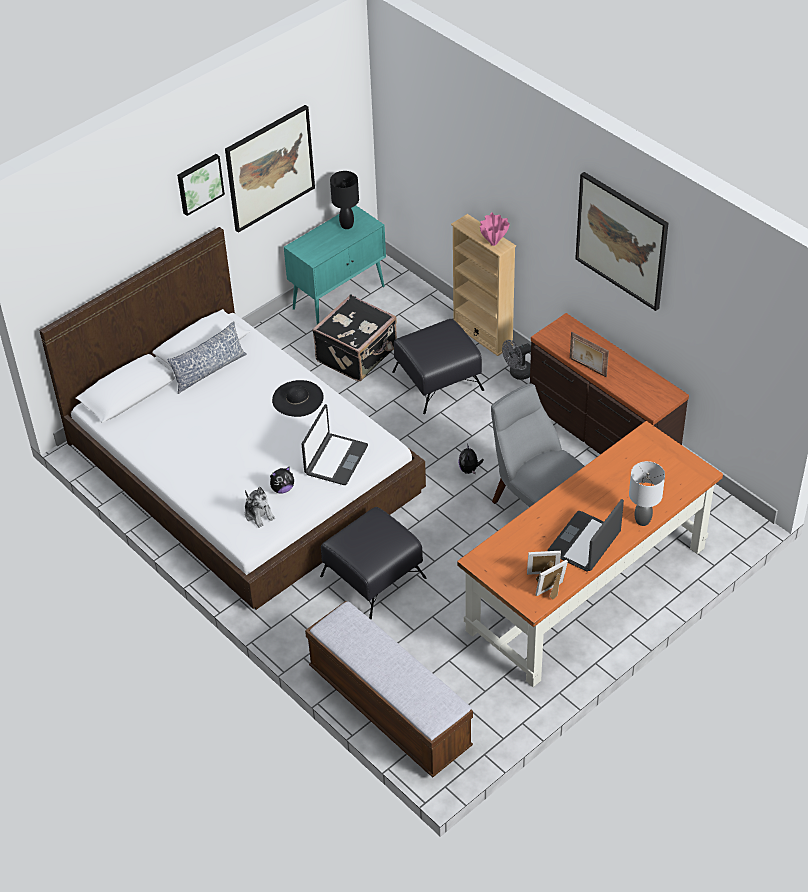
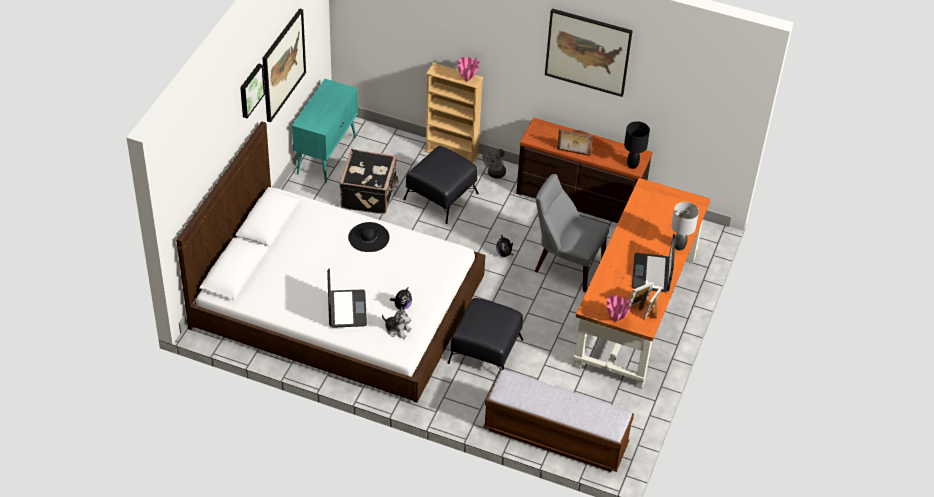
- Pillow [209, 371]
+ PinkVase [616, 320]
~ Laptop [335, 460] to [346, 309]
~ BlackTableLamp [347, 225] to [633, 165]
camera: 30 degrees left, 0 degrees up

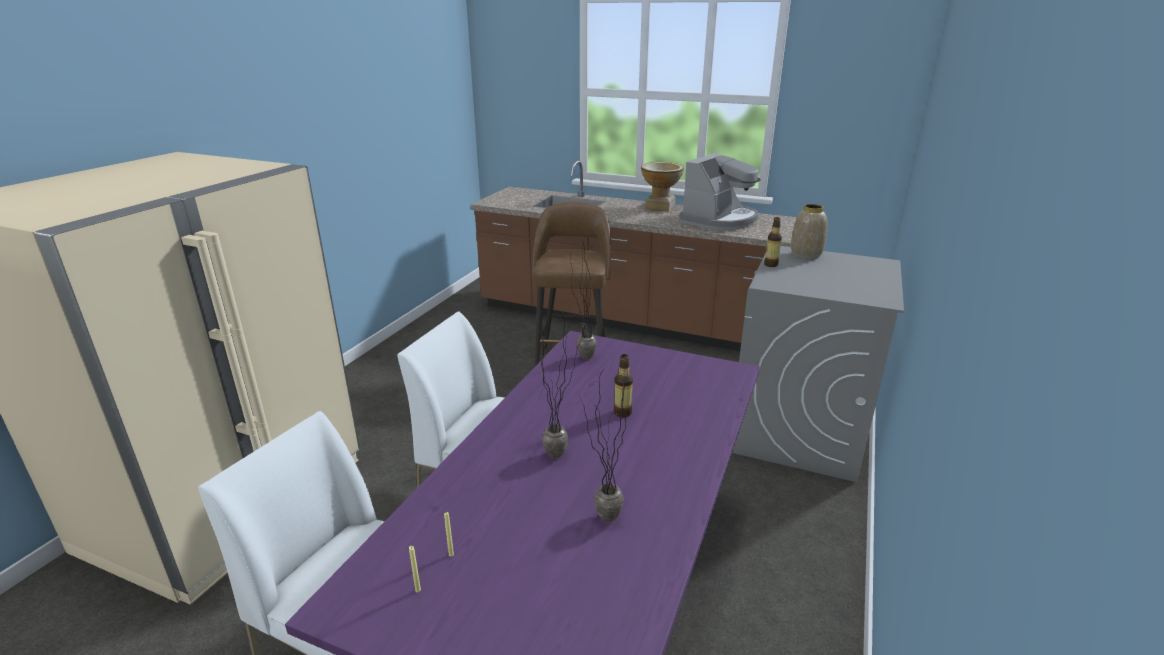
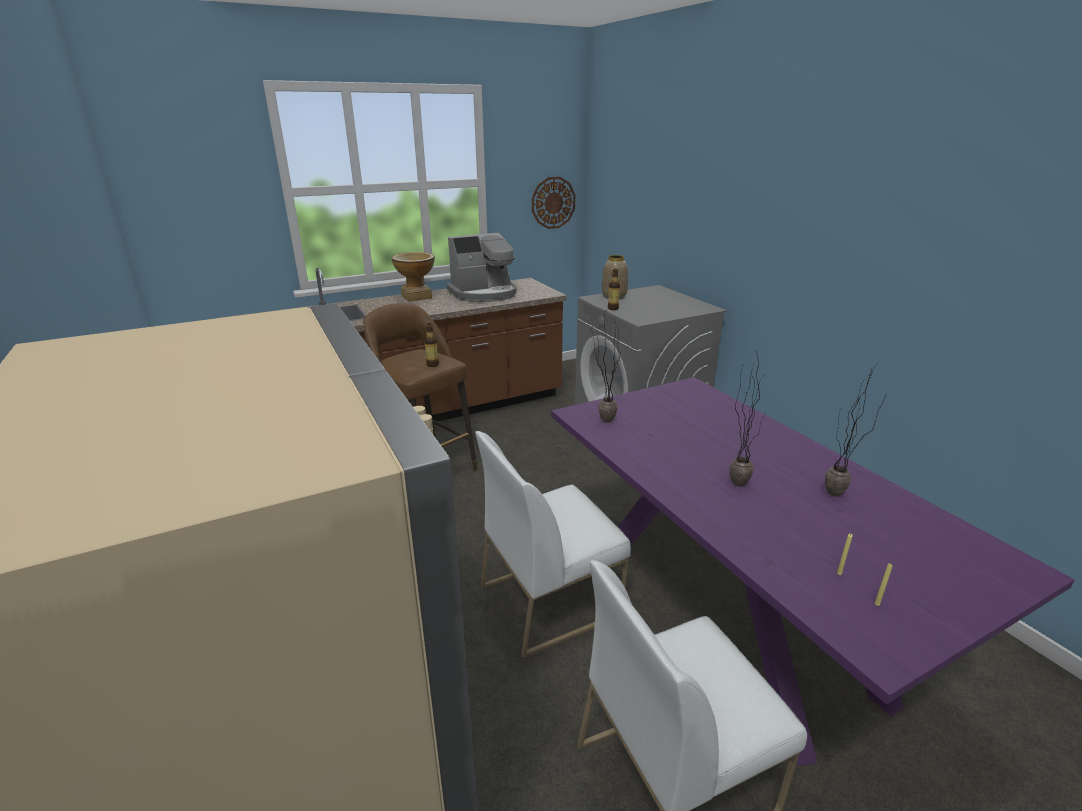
+ WallClock [553, 203]
~ Bottle [622, 412] to [432, 365]
~ CoffeeMachine [720, 220] = [484, 294] 75 degrees clockwise
camera: 50 degrees left, 0 degrees up

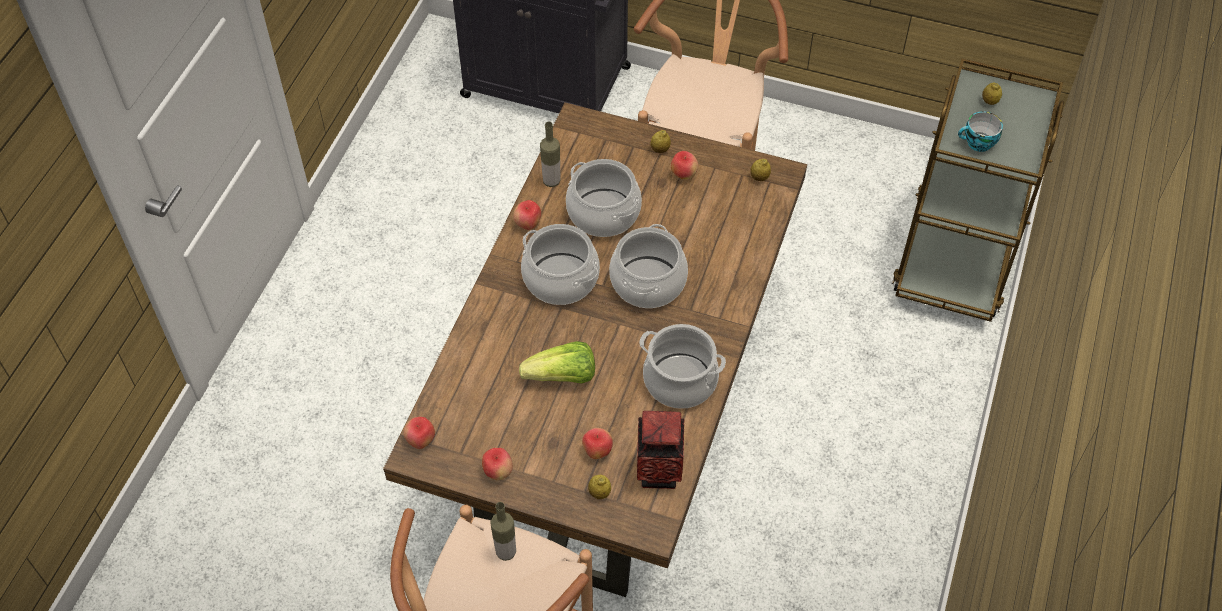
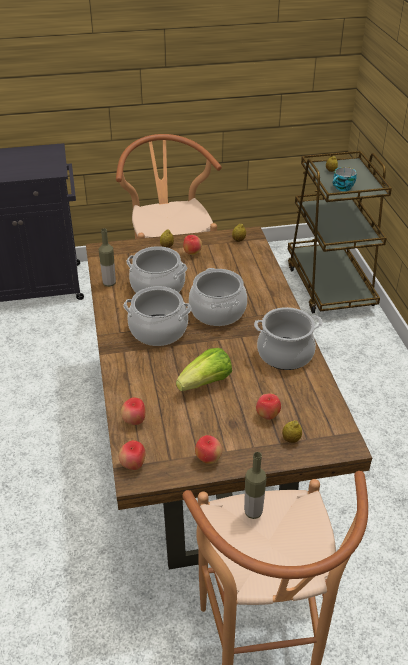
- Vase [658, 473]
~ Apple [528, 224] to [134, 421]
camera: 30 degrees left, 15 degrees down

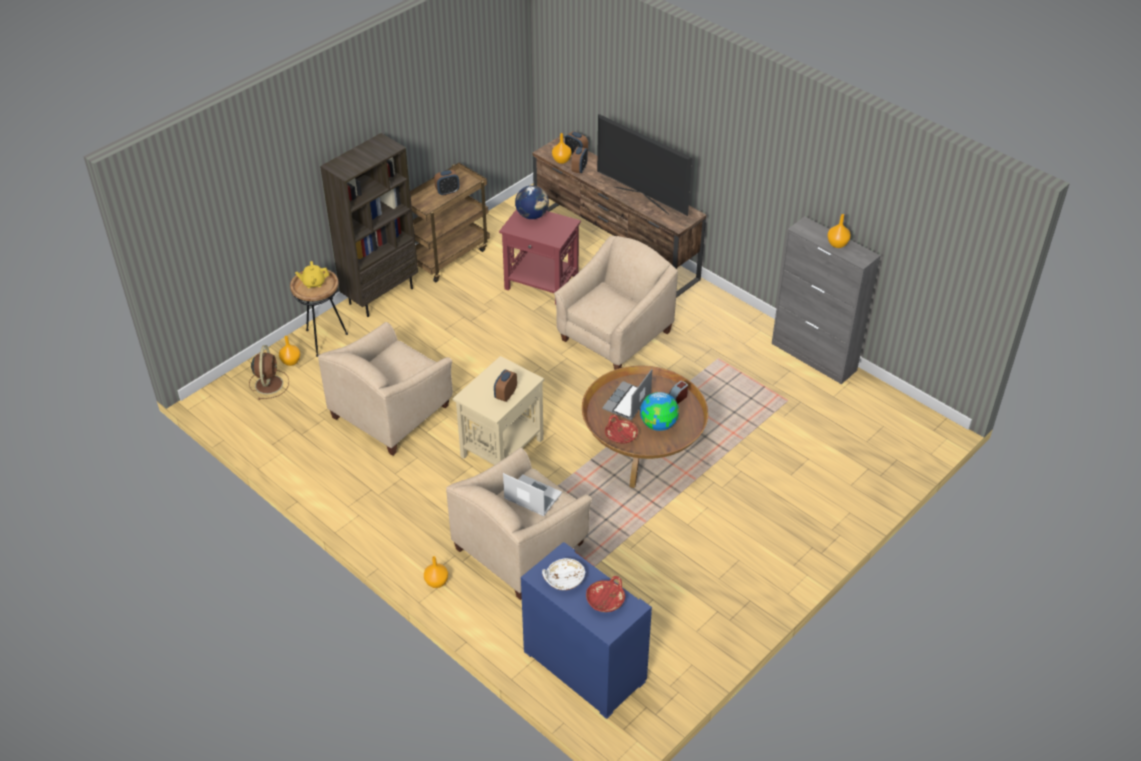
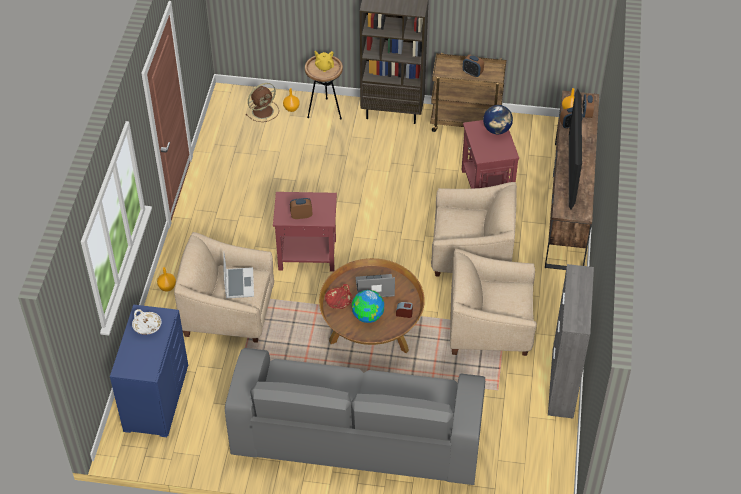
- RedBowl [606, 600]
- OrangeVase [837, 244]
+ GreySofa [357, 436]
~ BeigeArmchair [391, 412] to [489, 327]
~ BeigeSideTable [501, 447] to RedSideTable [307, 254]
camera: 55 degrees right, 5 degrees up

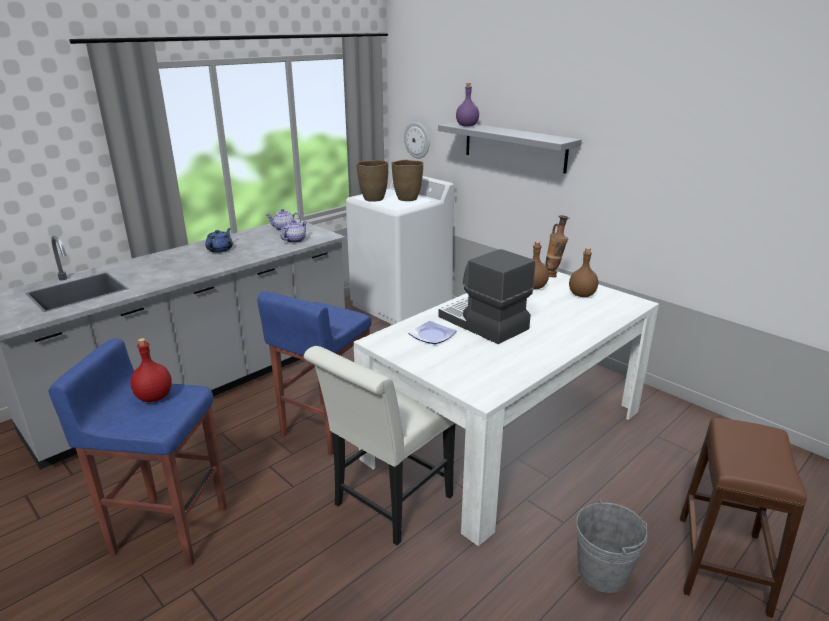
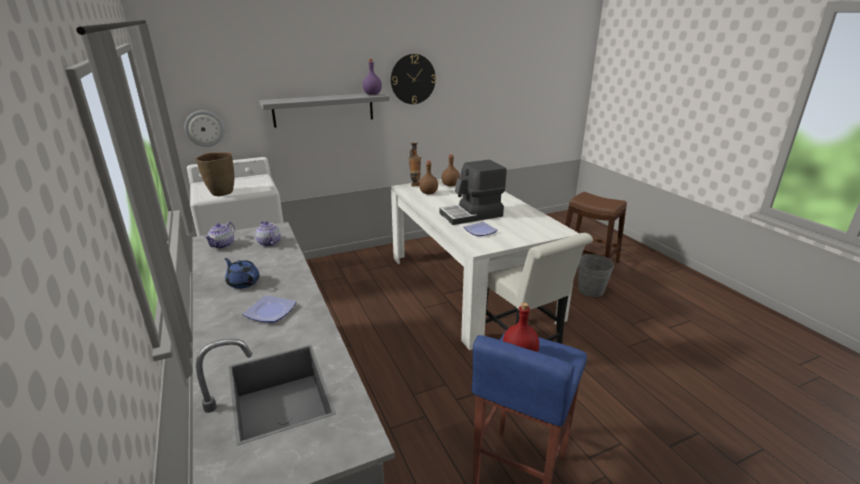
- BlueStool [325, 427]
- BrownVase [407, 199]
+ Plate [270, 311]
+ WallClock [413, 79]
~ PurpleBottle [467, 126] to [372, 94]
camera: 70 degrees left, 0 degrees up

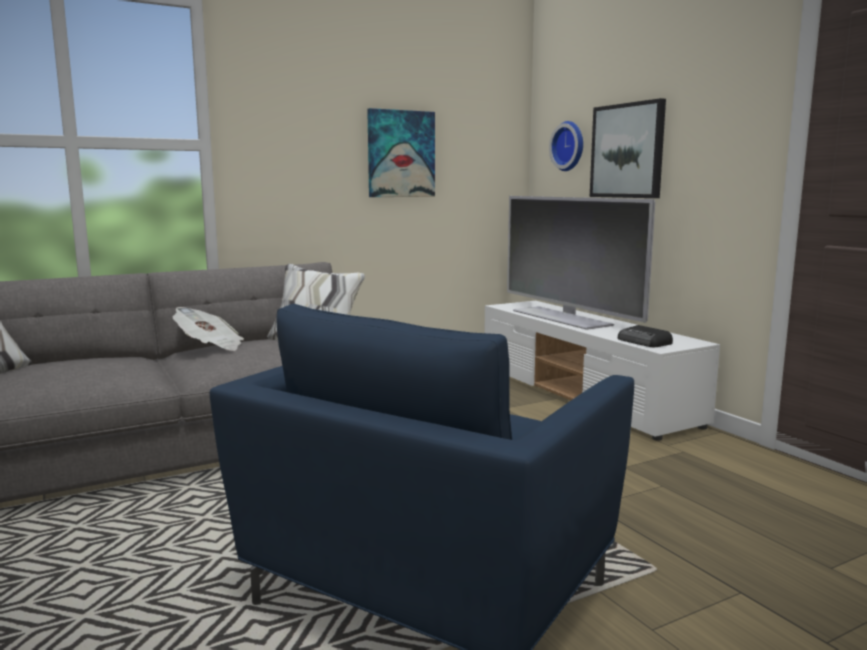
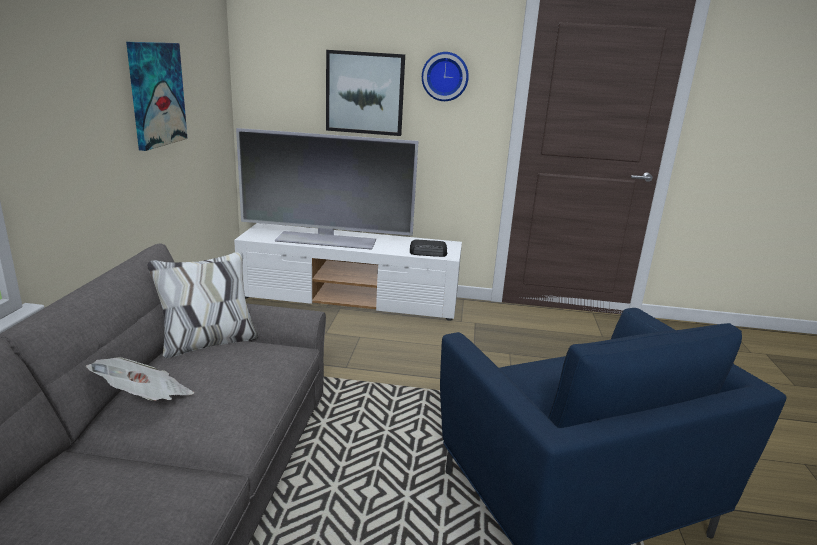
~ WallClock [569, 146] to [445, 76]
camera: 55 degrees left, 10 degrees up

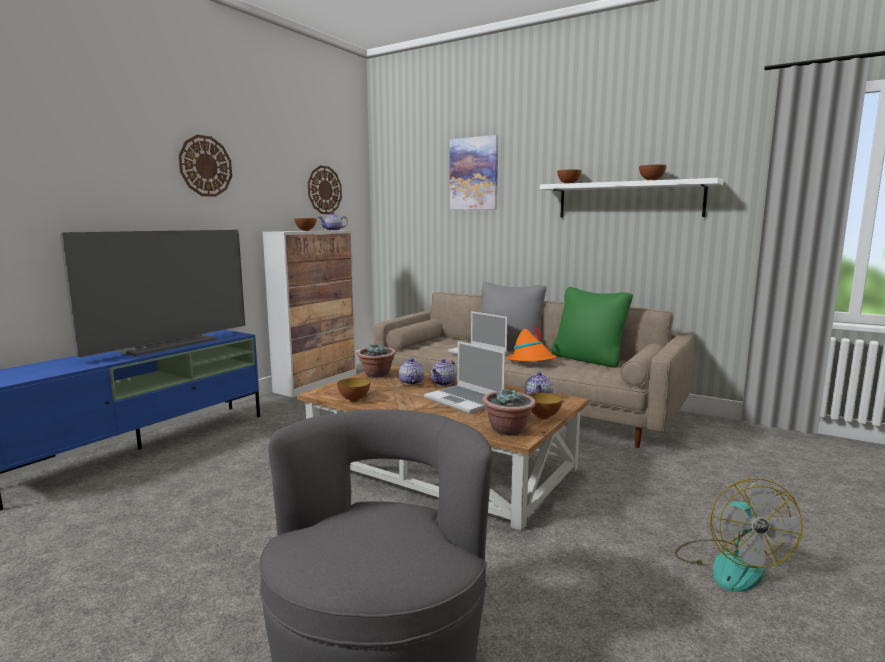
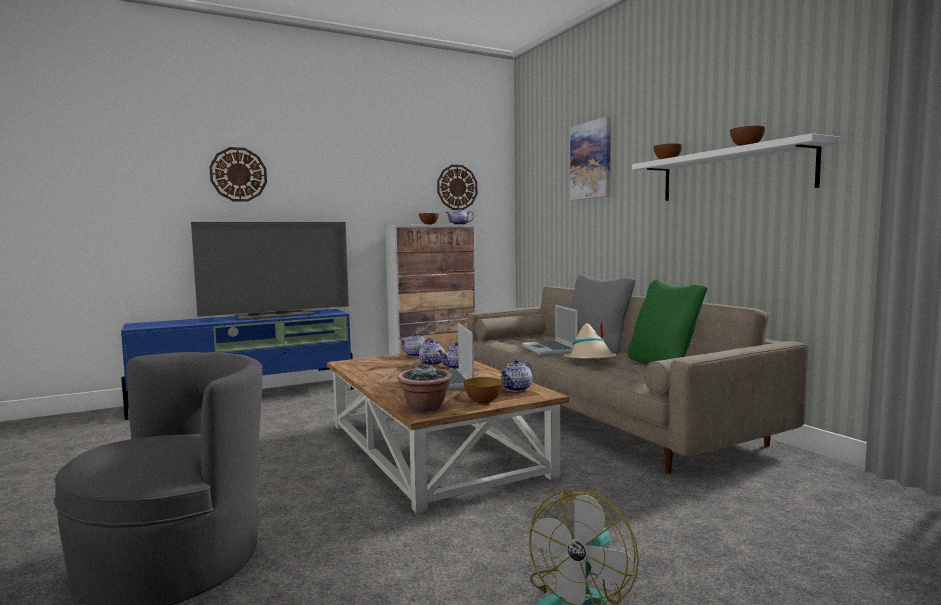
- Bowl [354, 400]
~ WallClock [205, 166] to [238, 174]
~ PottedPlant [377, 375] to Teapot [416, 355]
~ OrangeHat [531, 361] to BeigeHat [590, 360]
camera: 30 degrees right, 5 degrees down

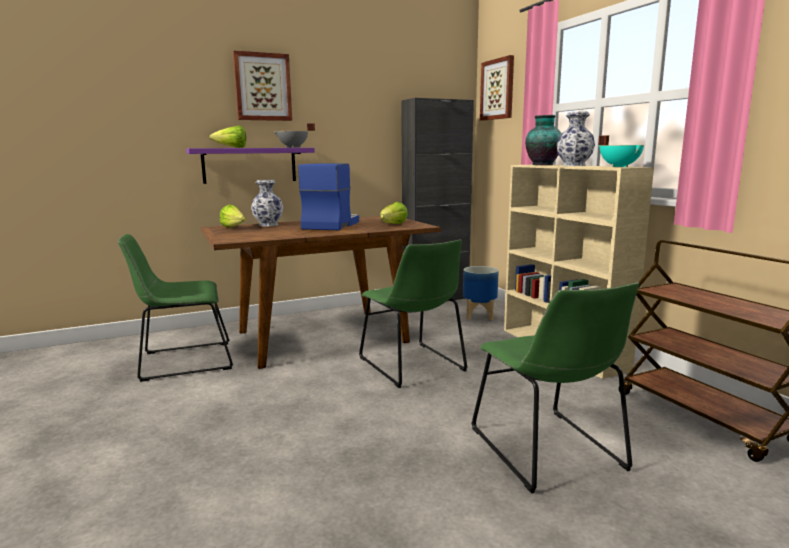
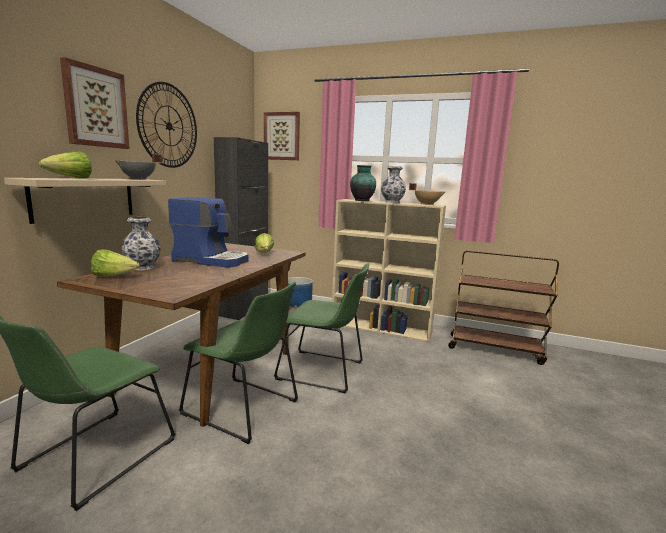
+ WallClock [169, 126]
~ GreenChair [549, 452] to [244, 409]
~ PurpleShelf [249, 165] to BeigeShelf [85, 198]
~ TurquoiseCookingPot [620, 166] to BeigeCookingPot [426, 204]
~ CoffeeMachine [331, 225] = [212, 260] 135 degrees clockwise
camera: 45 degrees left, 0 degrees up

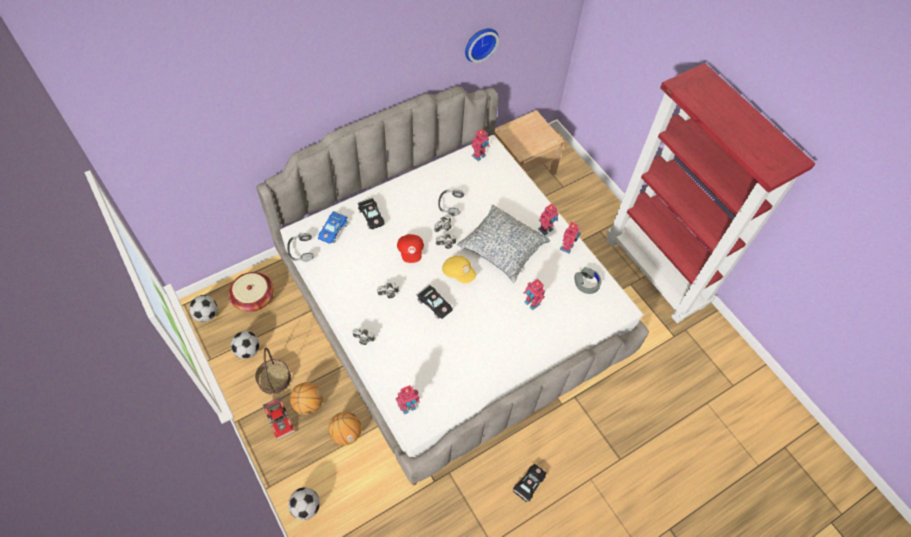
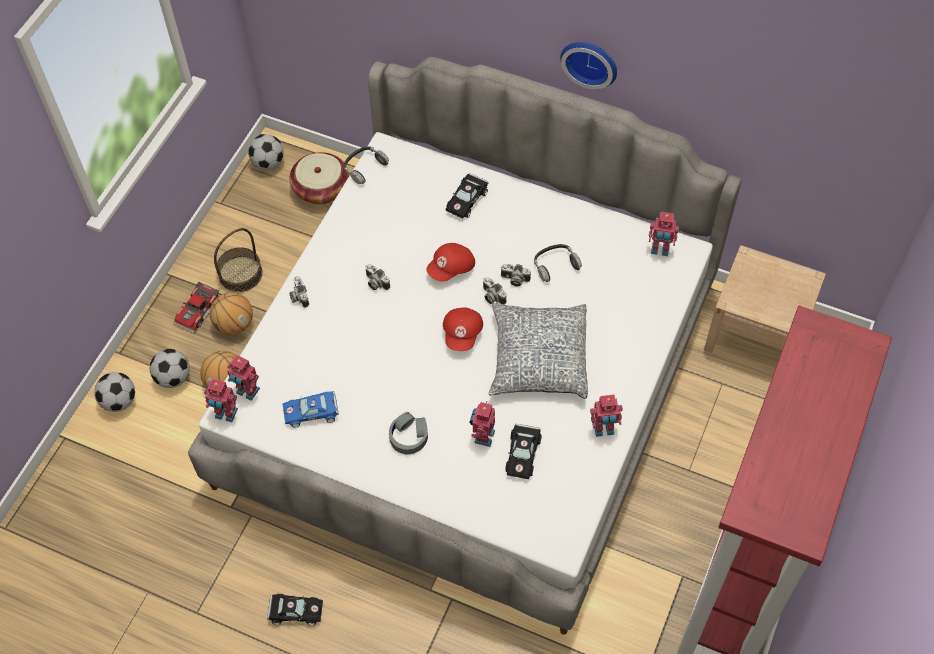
~ Football [248, 350] to [174, 377]
~ BlueToyCar [333, 229] to [314, 412]
~ BlackToyCar [433, 304] to [523, 453]
~ WallClock [479, 43] to [590, 61]
~ ToyRobot [546, 230] to [225, 414]
~ GreyHeadphones [587, 282] to [409, 436]
~ YellowCap [458, 272] to RedCap [463, 334]
camera: 60 degrees right, 0 degrees up

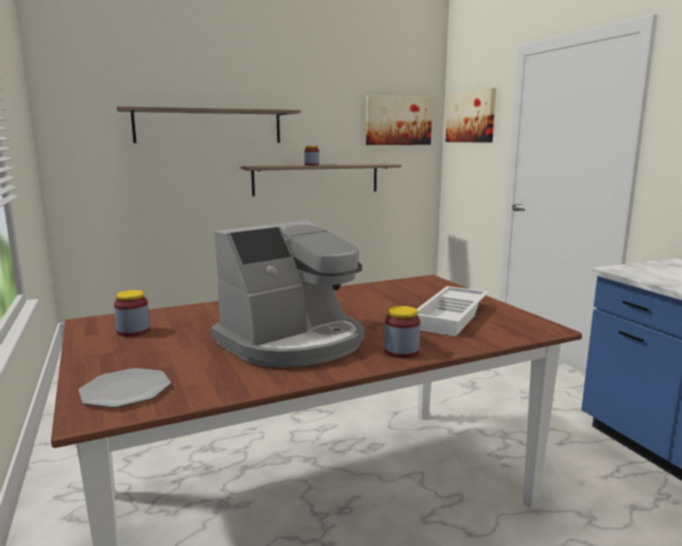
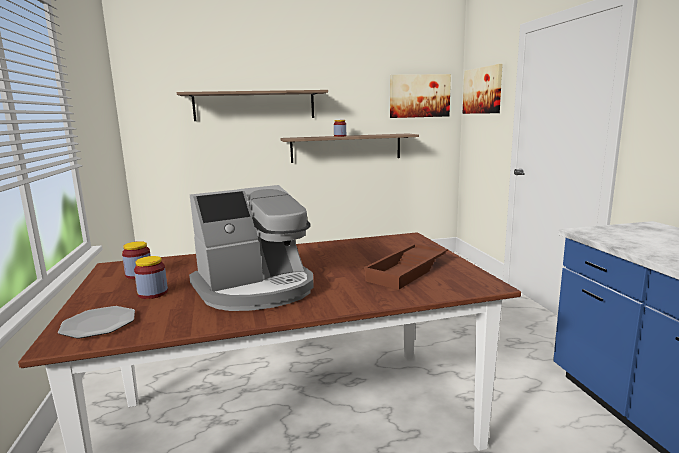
~ Jar [401, 351] to [153, 293]
~ WhiteTray [452, 317] to BrownTray [408, 271]
camera: 10 degrees right, 0 degrees up

